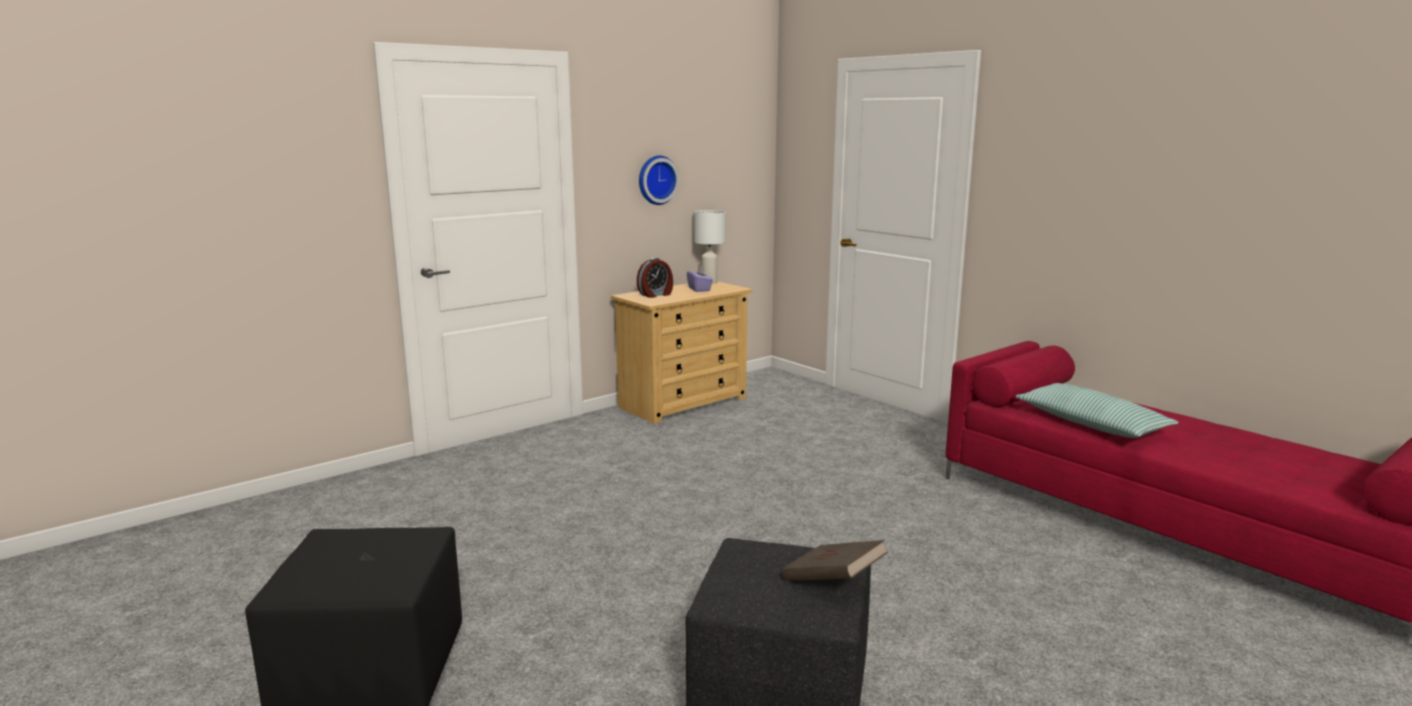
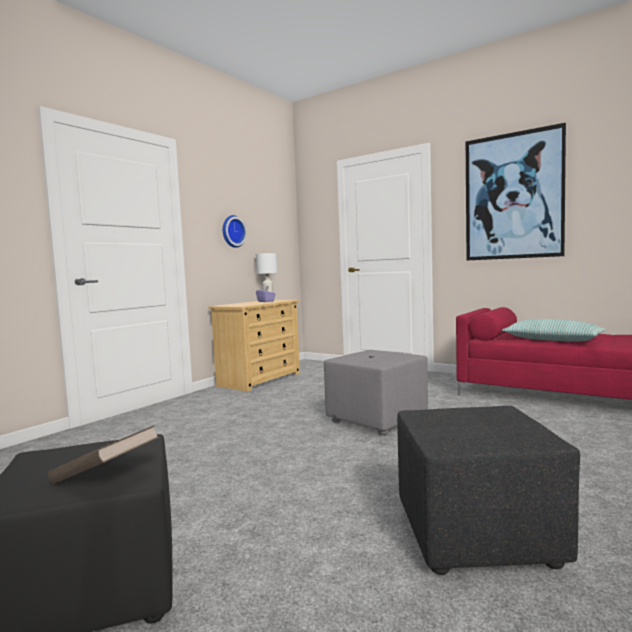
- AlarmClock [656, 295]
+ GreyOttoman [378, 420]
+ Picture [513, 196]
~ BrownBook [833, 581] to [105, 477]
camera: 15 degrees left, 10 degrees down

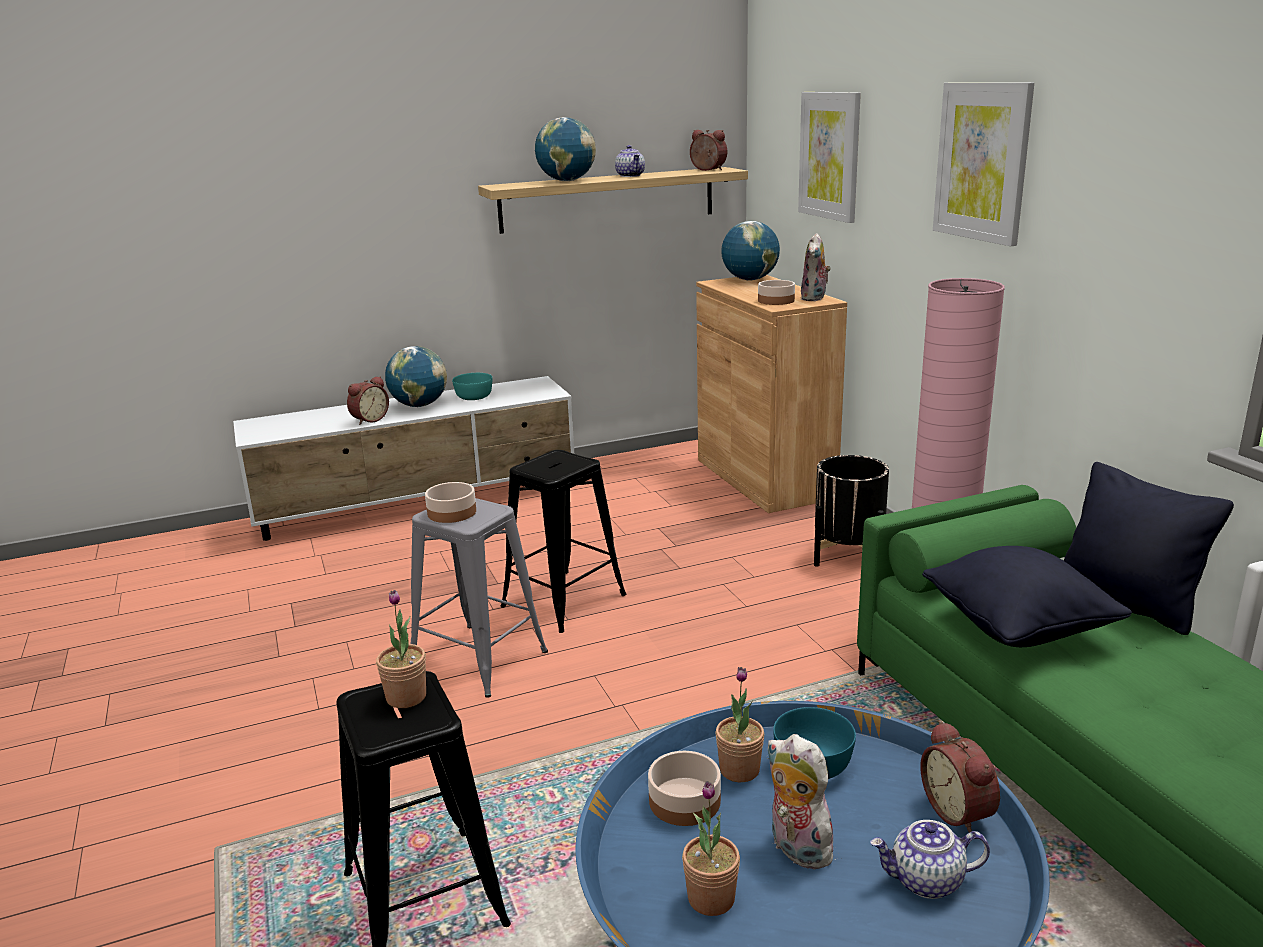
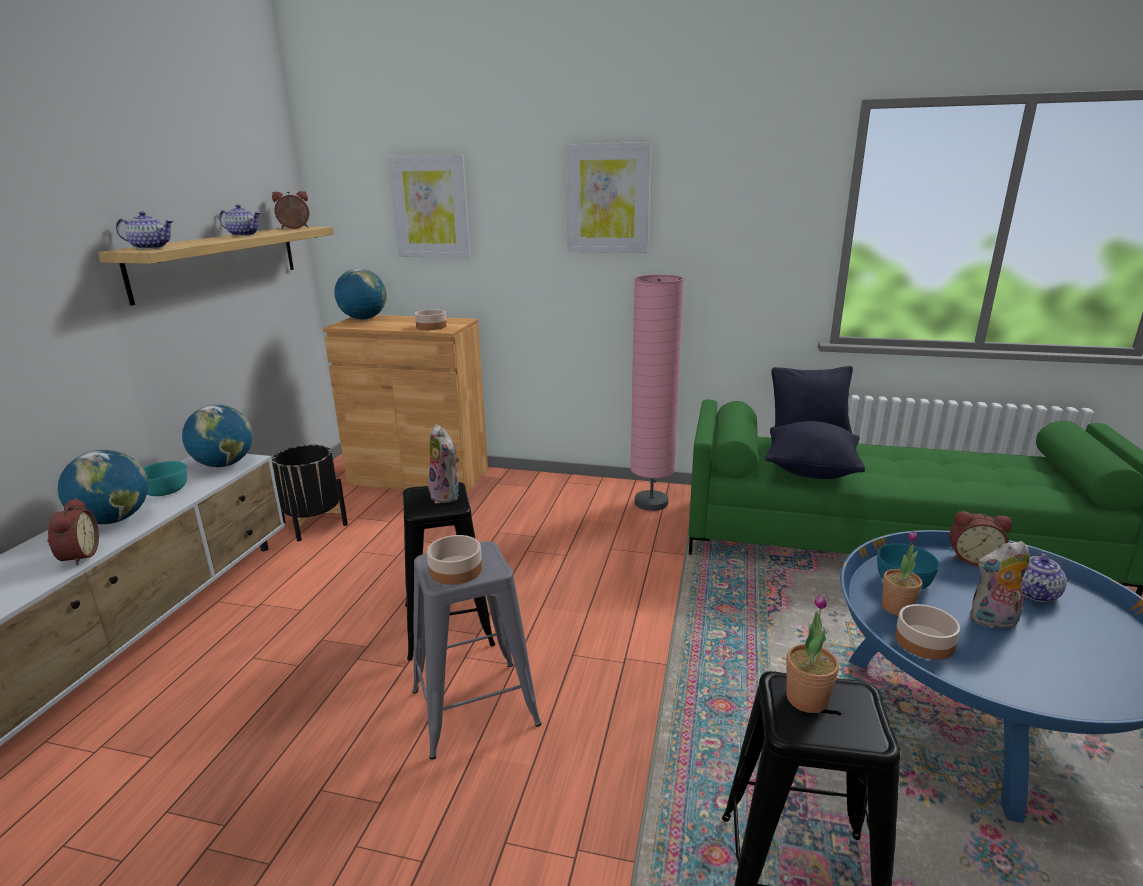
- PottedPlant [711, 898]
+ Teapot [151, 248]
~ Globe [567, 181] to [224, 465]
~ PlushToy [814, 298] to [447, 495]
~ BlackPlanter [848, 554] to [314, 523]
camera: 55 degrees left, 0 degrees up

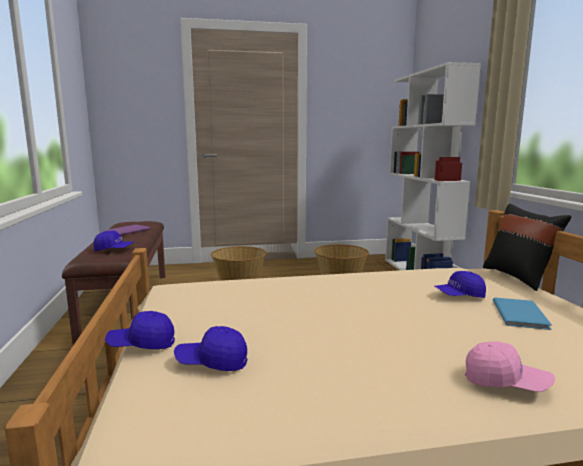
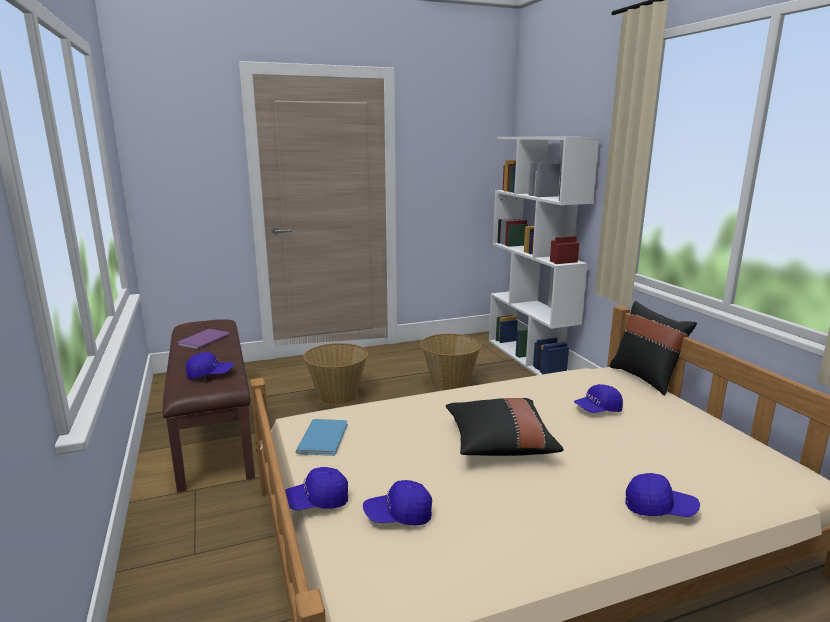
+ BlackPillow [499, 444]
~ BlueBook [521, 314] to [325, 437]
~ PinkCap [505, 383] to BlueCap [659, 508]
camera: 10 degrees left, 5 degrees up

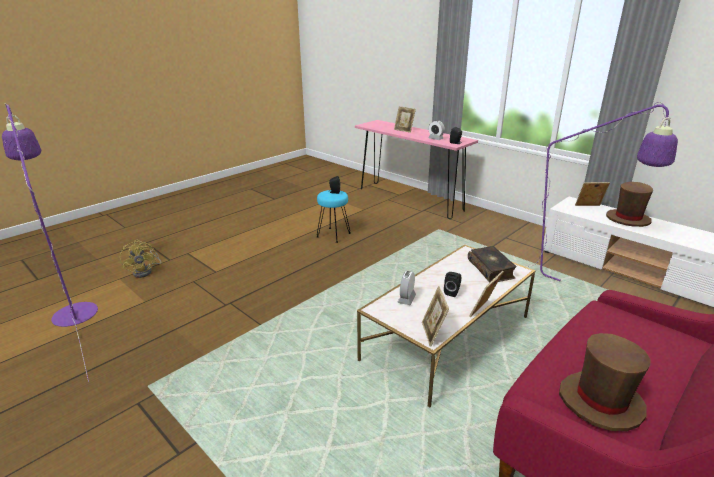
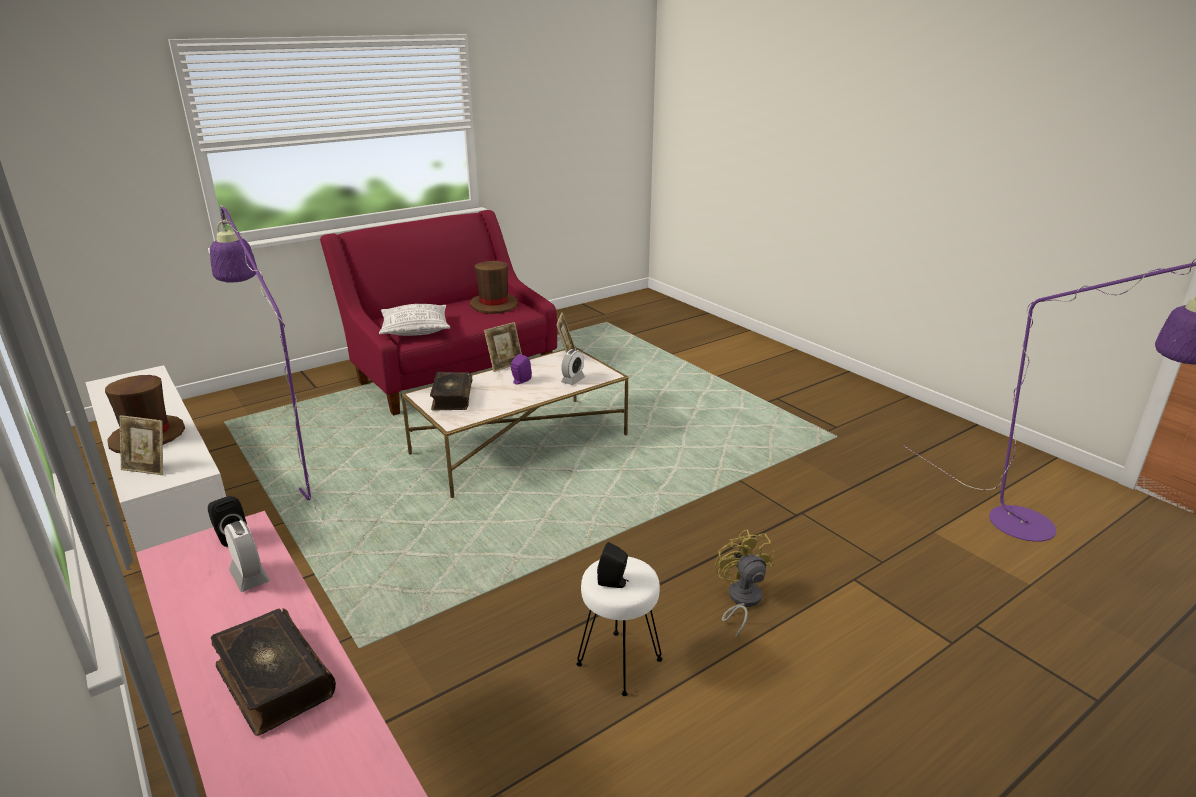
+ Pillow [415, 330]
~ YellowFan [146, 271] to [741, 601]
~ PictureFrame [404, 130] to Book [273, 680]
~ TurquoiseStool [334, 235] to WhiteStool [618, 663]
~ BlackSpeaker [452, 292] to PurpleSpeaker [520, 381]
camera: 170 degrees left, 0 degrees up

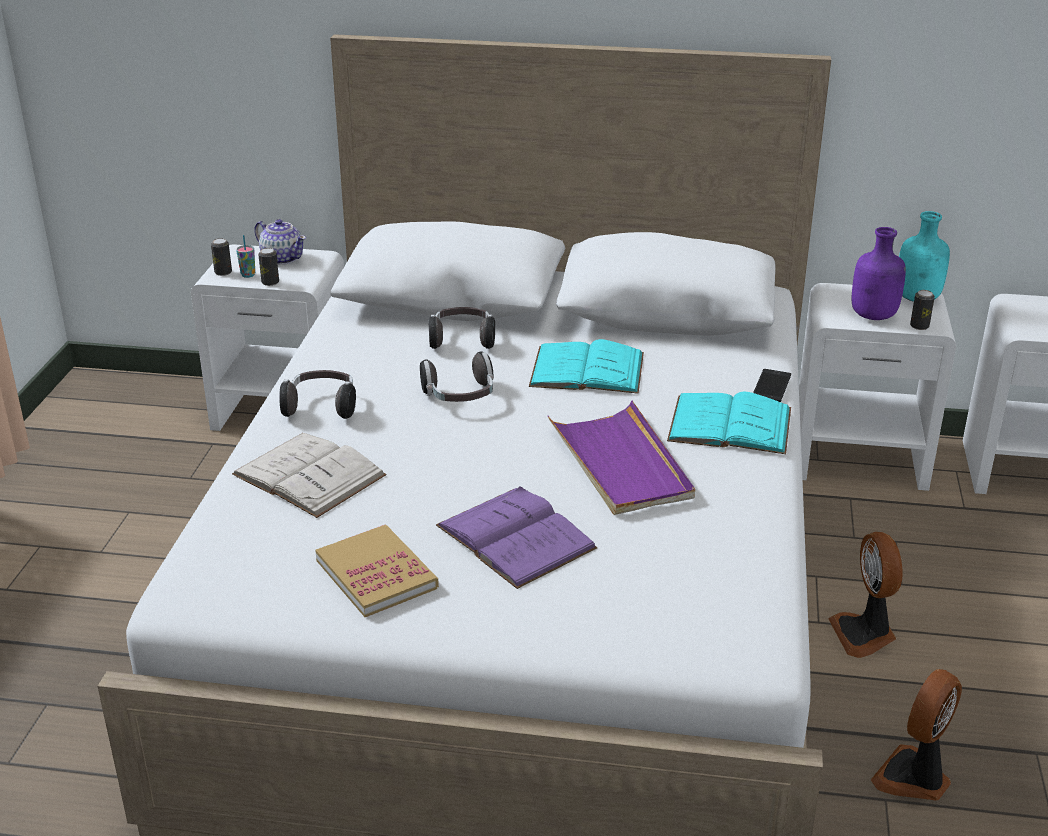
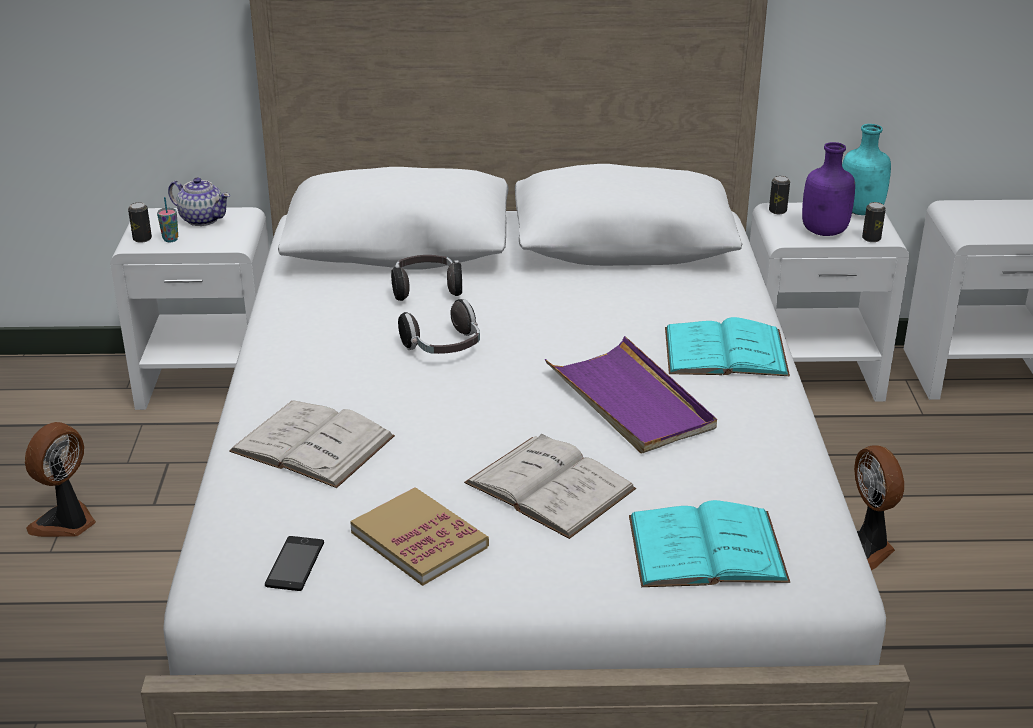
- Headphones [321, 407]
~ Can [270, 282] to [777, 211]
~ TurquoiseBook [587, 369] to [706, 548]
~ Phone [771, 386] to [295, 564]
~ Fan [914, 778] to [66, 523]
~ PurpleBook [515, 537] to WhiteBook [549, 486]
camera: 10 degrees left, 0 degrees up

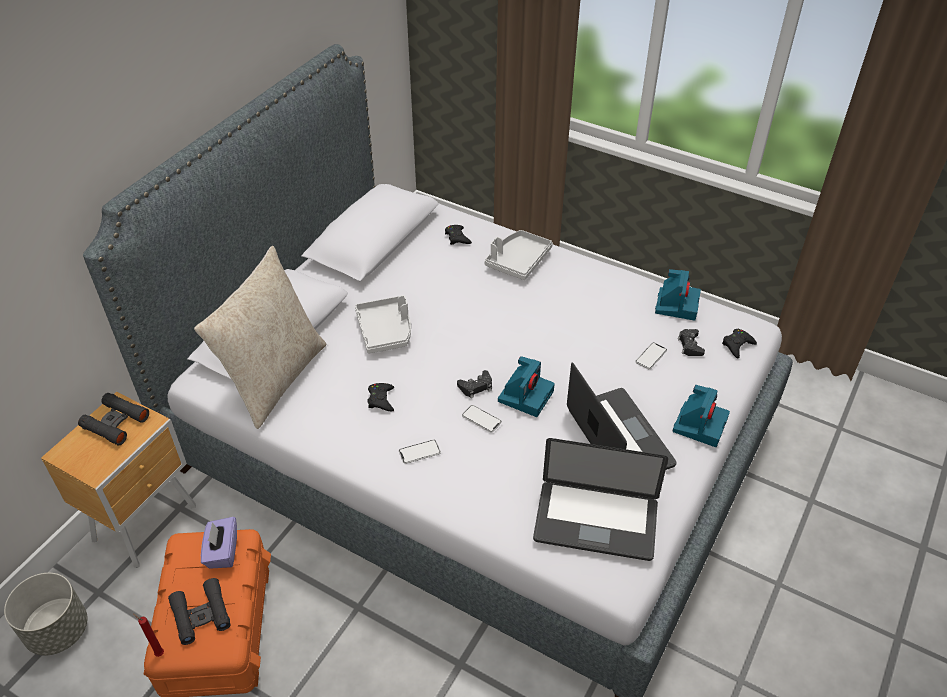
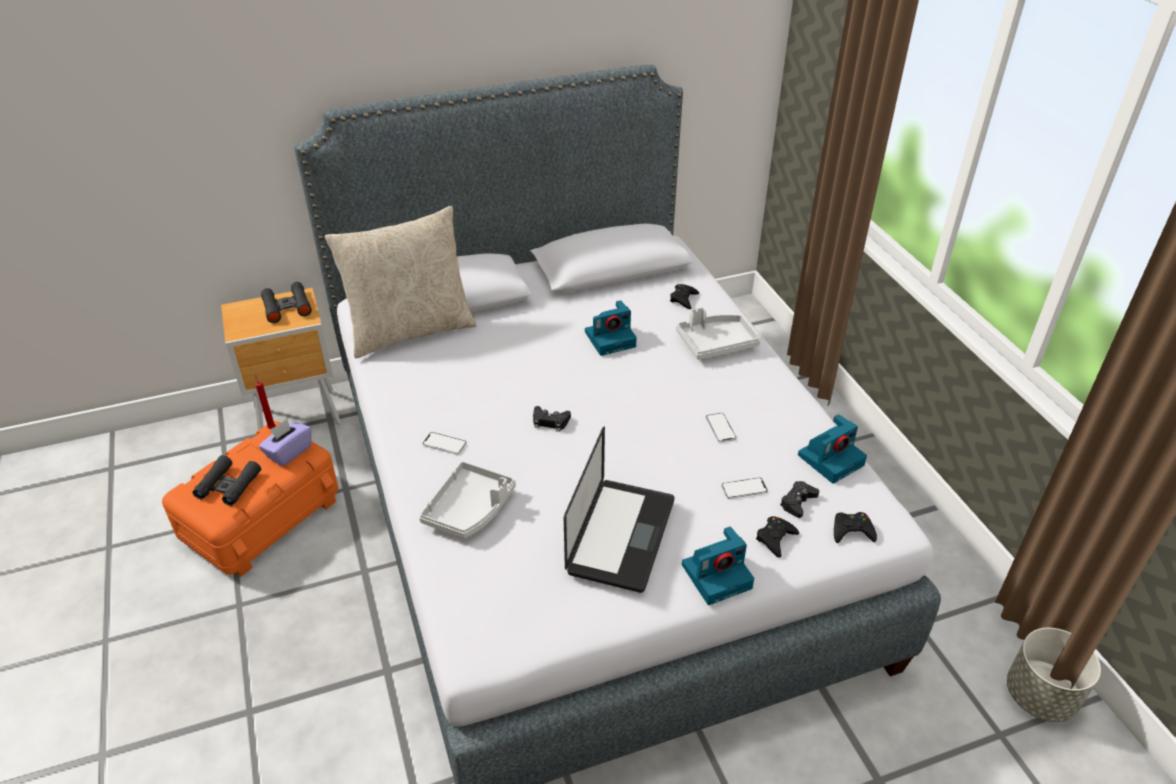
- Laptop [595, 521]
~ GreyPlanter [58, 630] to [1040, 695]
~ RedCandle [158, 653] to [271, 427]
~ GreyTray [386, 331] to [470, 509]
~ BlackGameController [381, 399] to [775, 538]
~ Phone [481, 419] to [720, 428]
~ PhotoCamera [526, 395] to [611, 338]
camera: 40 degrees right, 5 degrees down

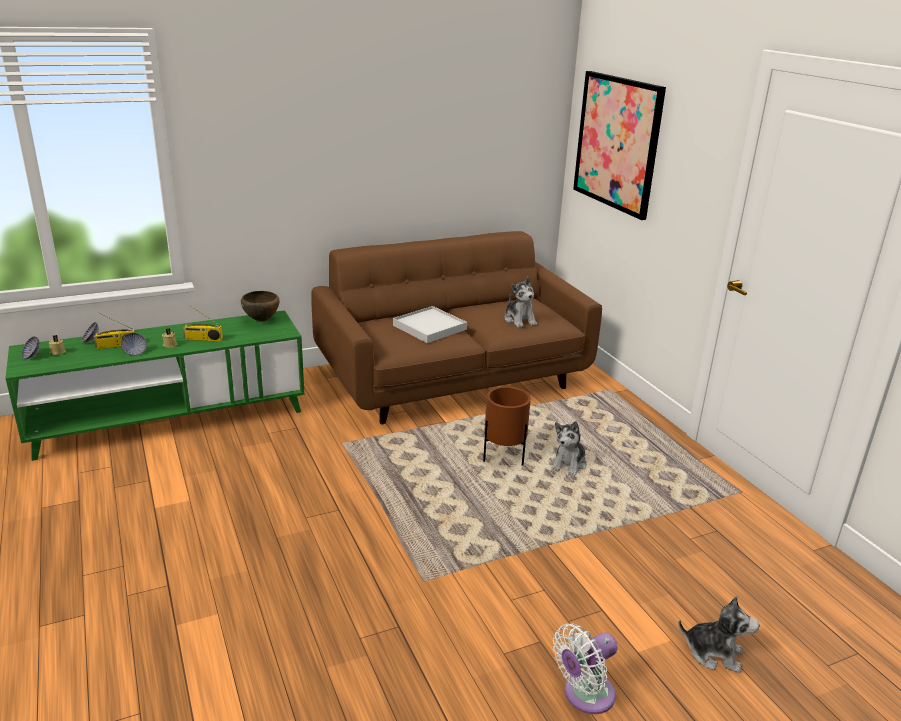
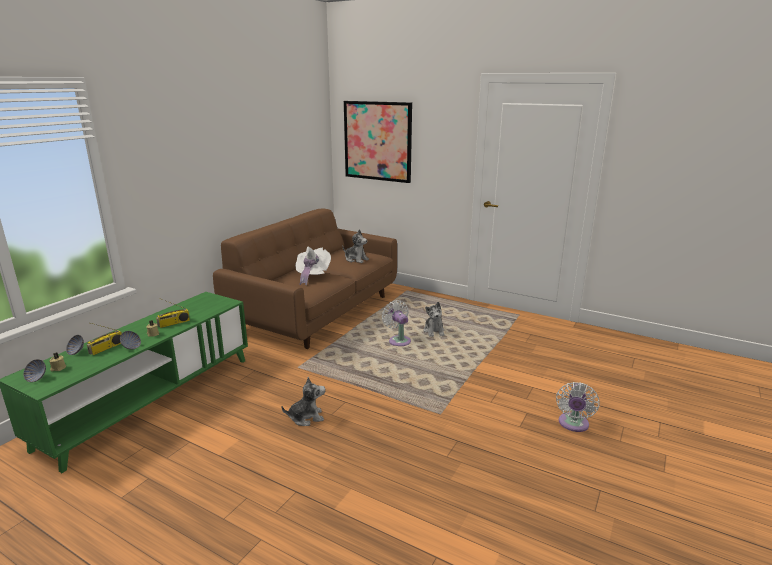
- BrownBowl [262, 320]
~ PlushToy [713, 653] to [306, 417]
~ WhiteTray [429, 327] to WhiteHat [312, 276]
~ BrownPlanter [503, 458] to WhiteFan [398, 340]
camera: 35 degrees left, 5 degrees down

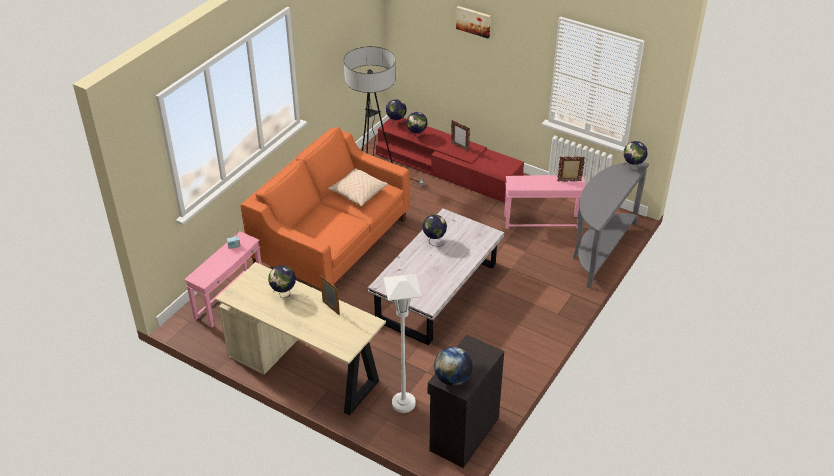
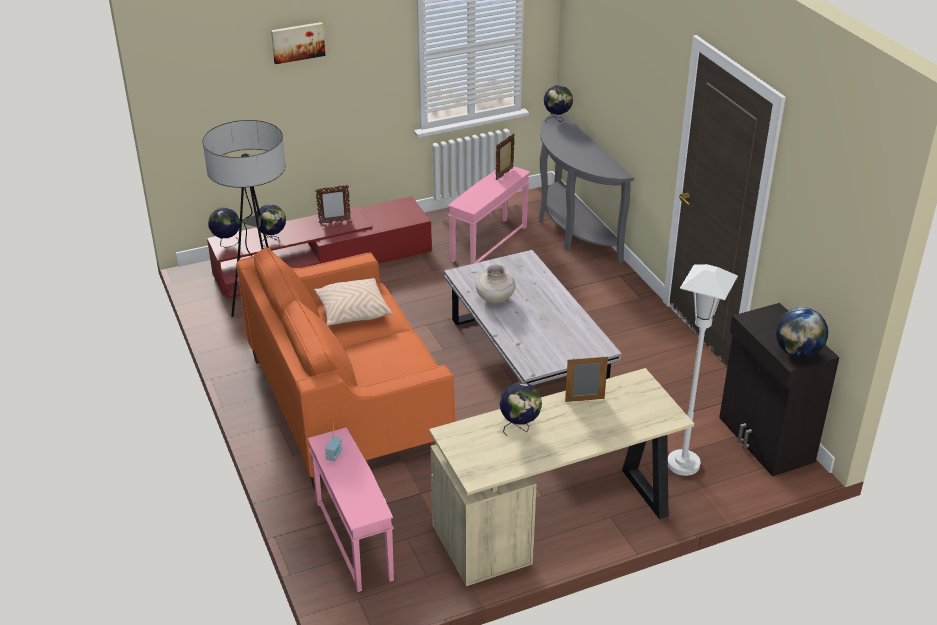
~ Globe [434, 241] to BeigeVase [495, 299]
camera: 55 degrees left, 5 degrees down

